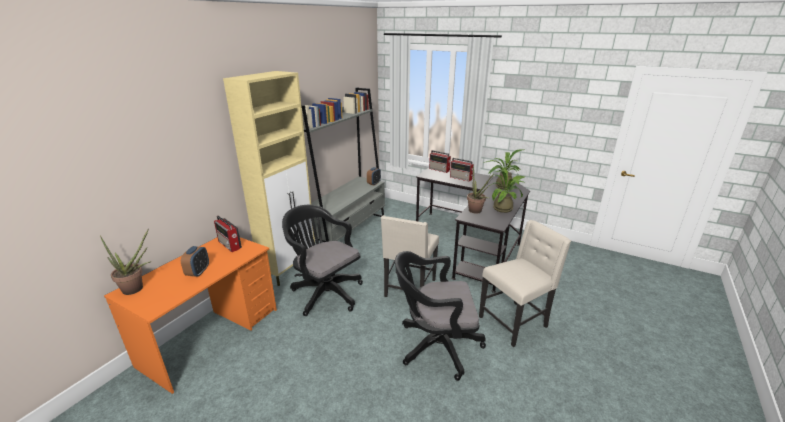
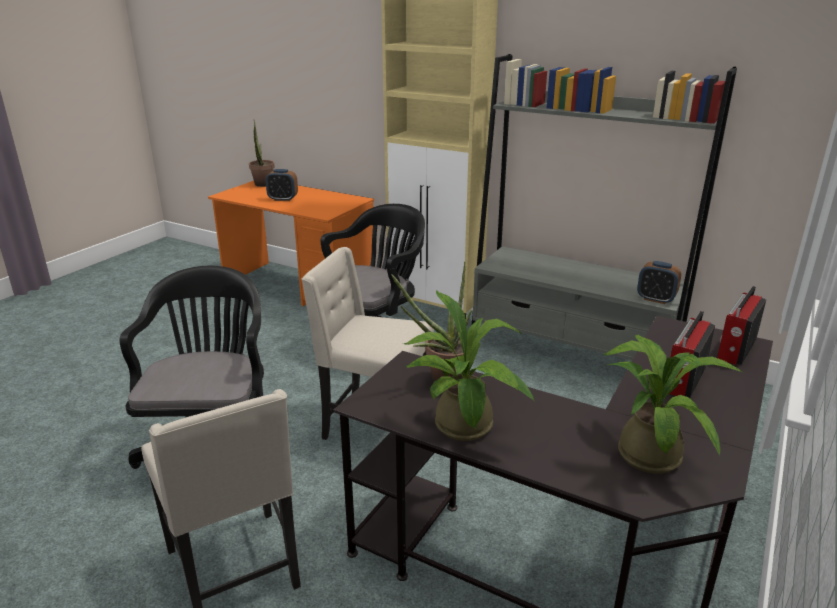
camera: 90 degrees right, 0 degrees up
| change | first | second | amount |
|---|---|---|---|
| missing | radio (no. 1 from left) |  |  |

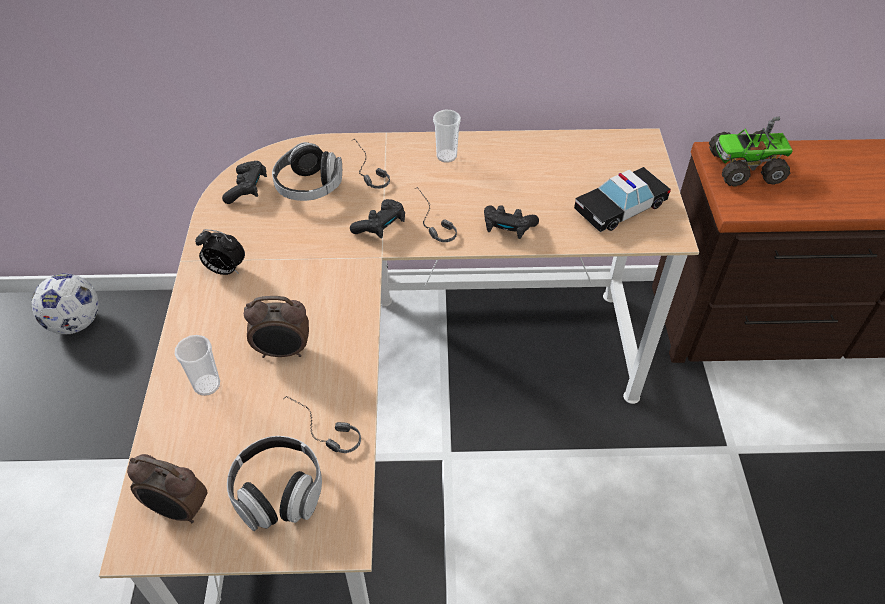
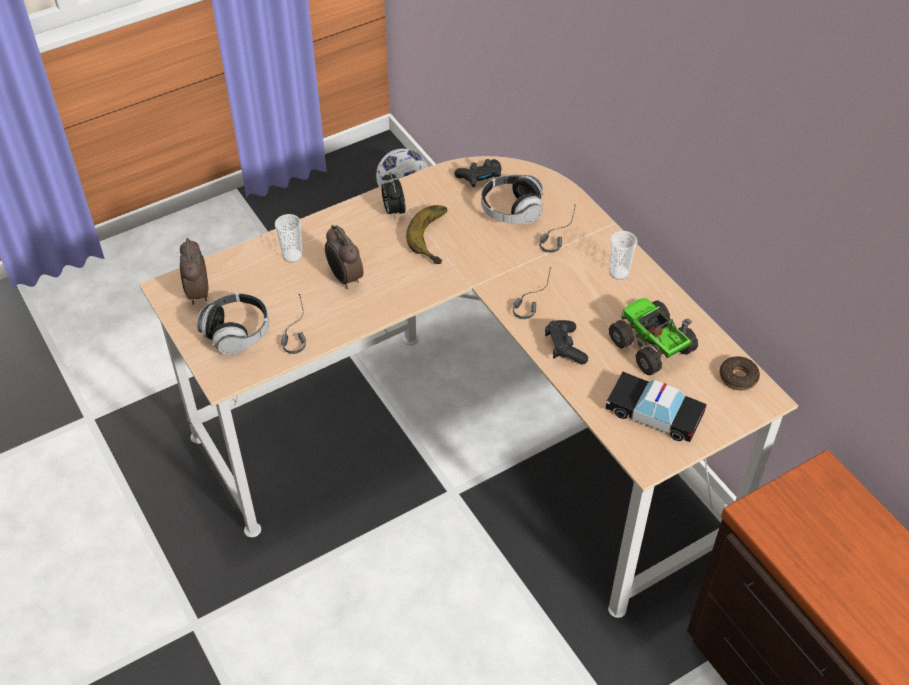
camera: 60 degrees right, 0 degrees up
| change | first | second | amount |
|---|---|---|---|
| relocated | toy truck |  |  |
| missing | game controller in black (no. 2 from left) |  |  |
| appeared |  | banana |  |
| appeared |  | donut |  |

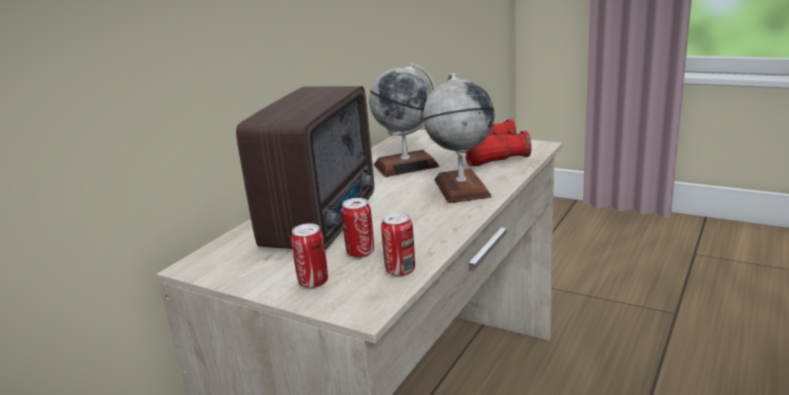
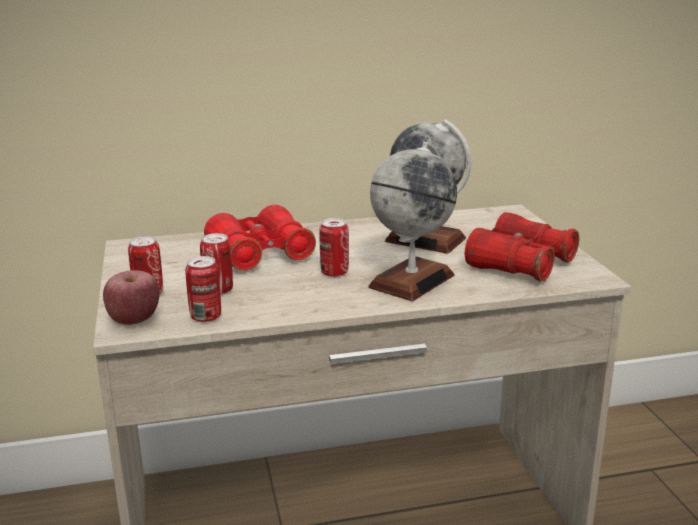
camera: 45 degrees right, 0 degrees up
| change | first | second | amount |
|---|---|---|---|
| exchanged | radio | binoculars in red (no. 1 from left) |  |
| appeared |  | can (no. 4 from left) |  |
| appeared |  | apple |  |

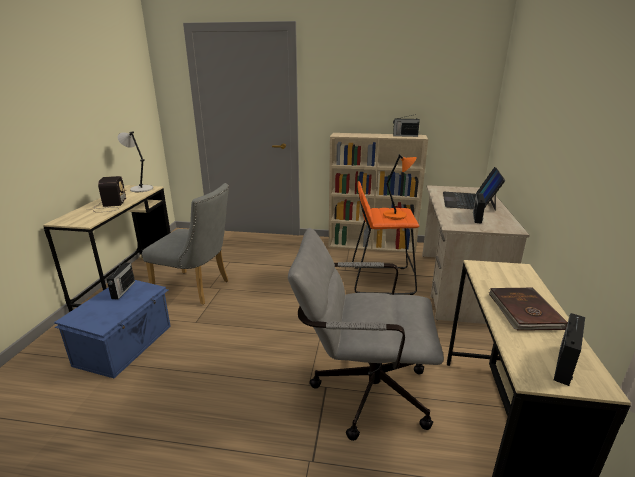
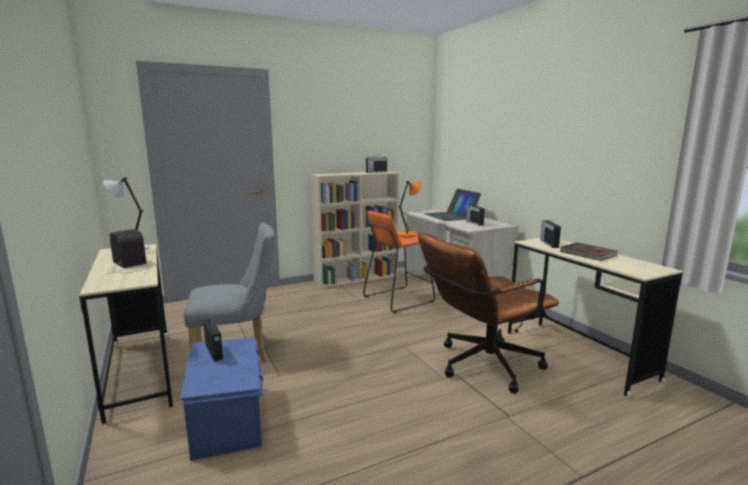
camera: 35 degrees left, 10 degrees down
| change | first | second | amount |
|---|---|---|---|
| colour | office chair in grey | office chair in brown |  |
| relocated | radio (no. 5 from left) |  |  |

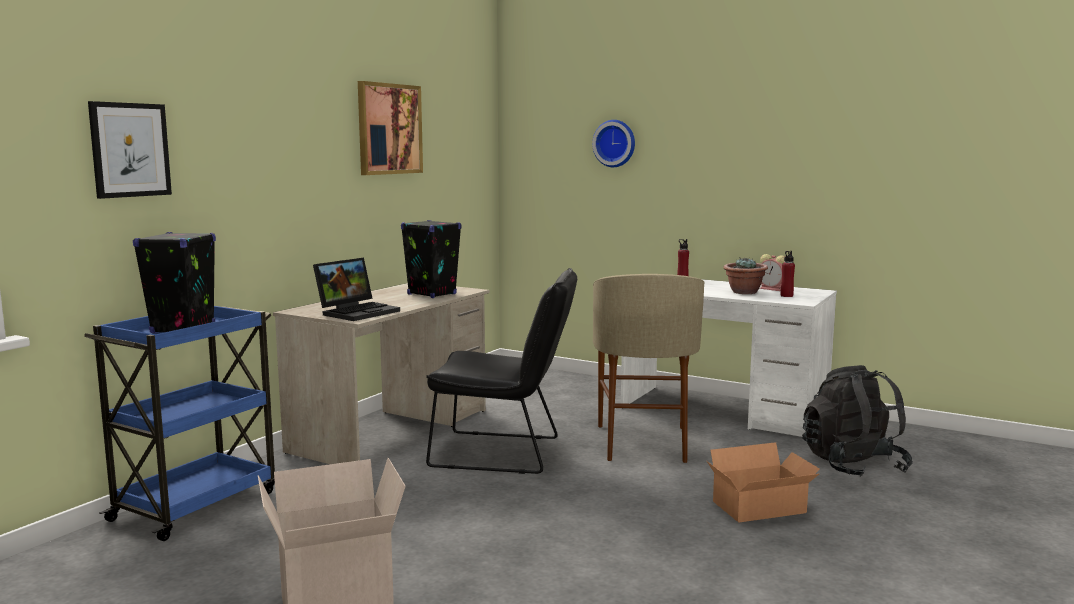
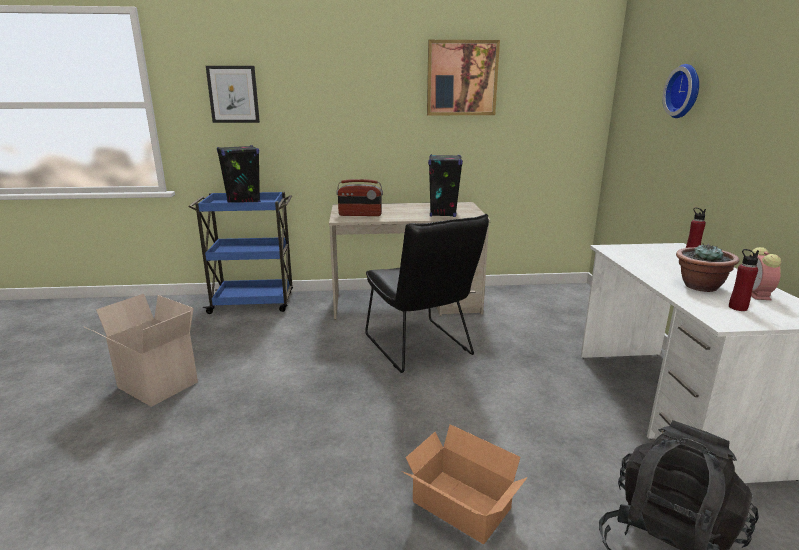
camera: 55 degrees right, 10 degrees up
| change | first | second | amount |
|---|---|---|---|
| exchanged | laptop | radio |  |
| missing | stool in beige |  |  |

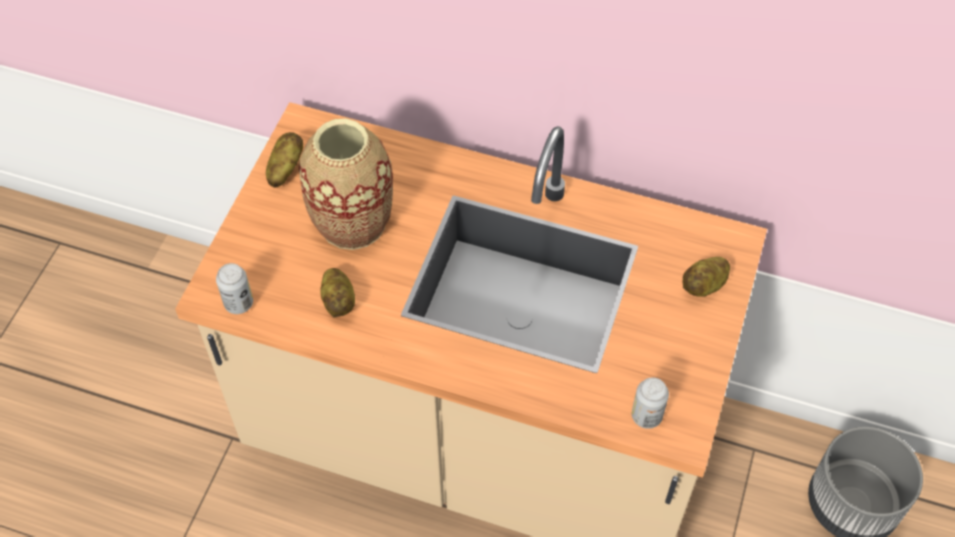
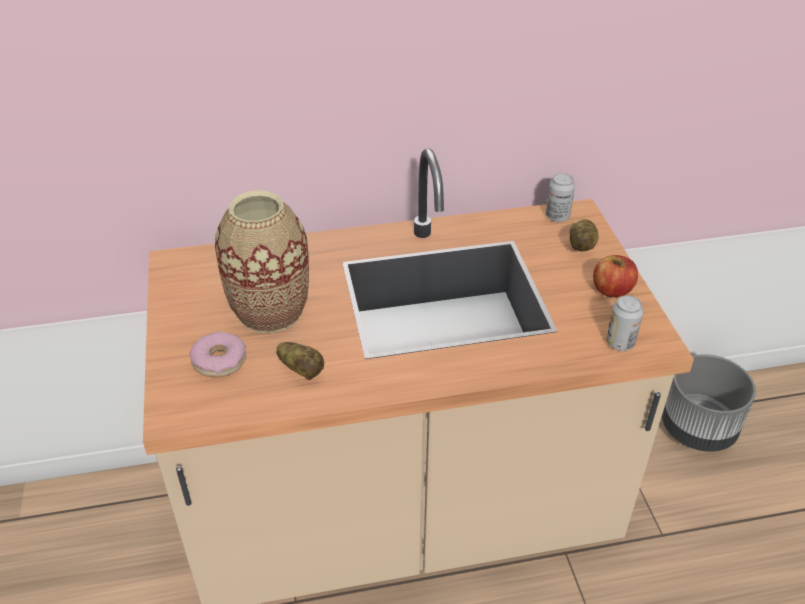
camera: 30 degrees left, 15 degrees down
| change | first | second | amount |
|---|---|---|---|
| missing | potato (no. 1 from left) |  |  |
| relocated | can (no. 1 from left) |  |  |
| appeared |  | apple |  |
| appeared |  | donut |  |

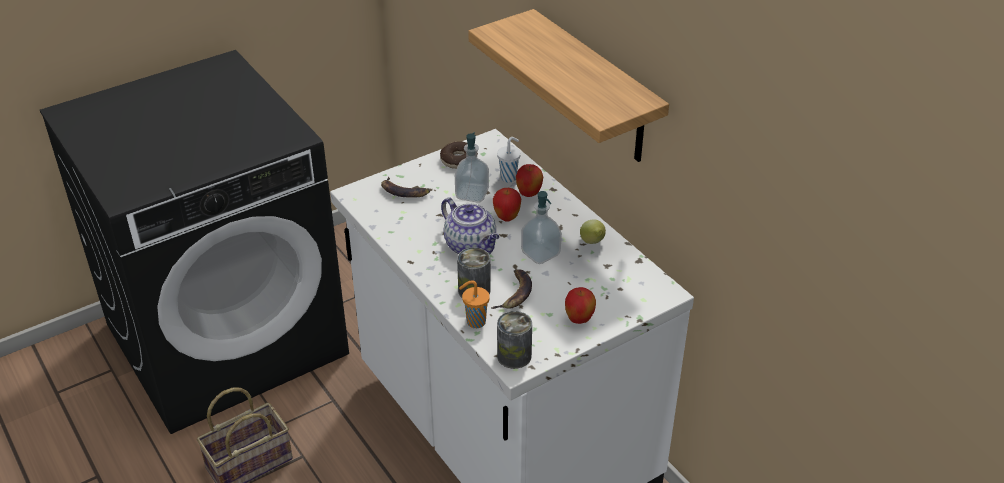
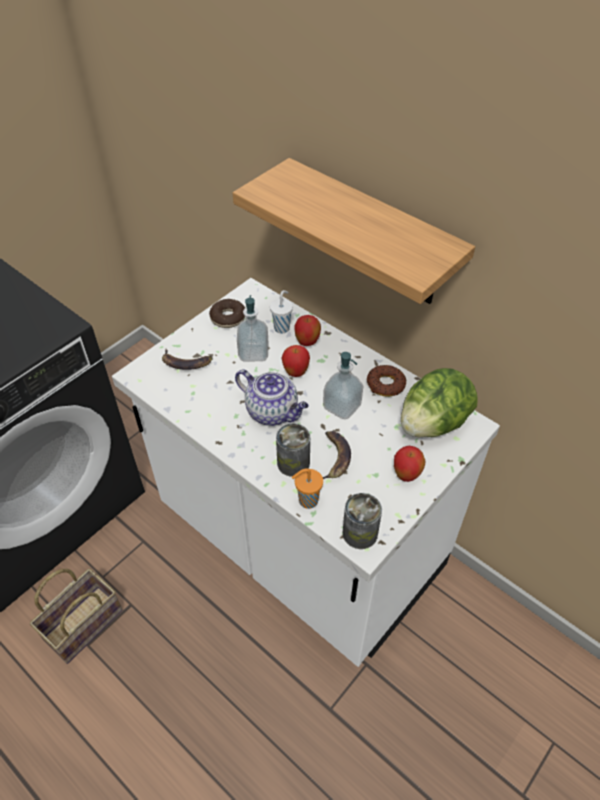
camera: 15 degrees left, 10 degrees up
| change | first | second | amount |
|---|---|---|---|
| exchanged | lemon | donut (no. 2 from left) |  |
| appeared |  | lettuce |  |

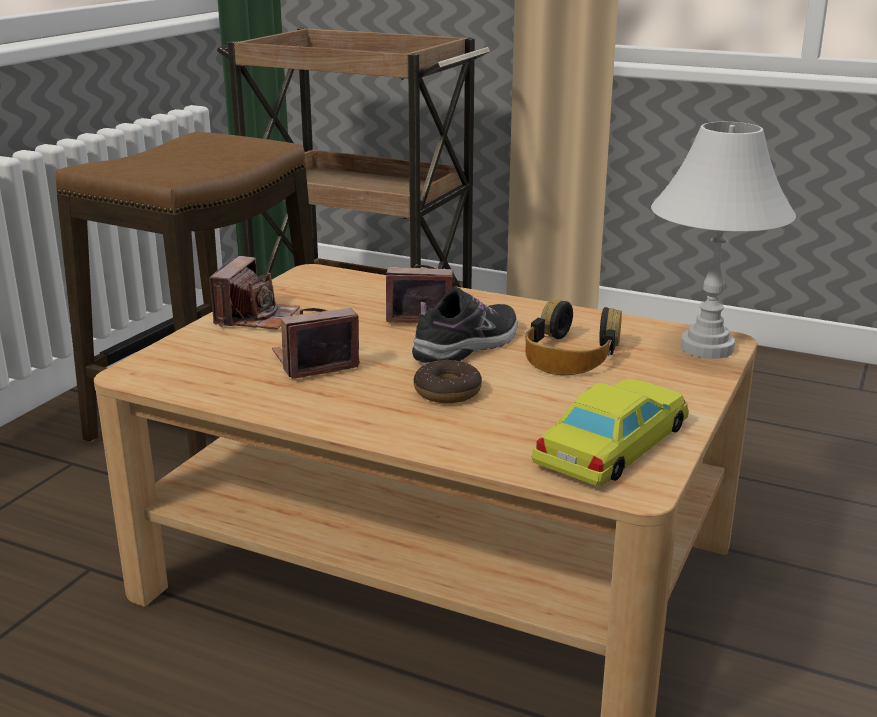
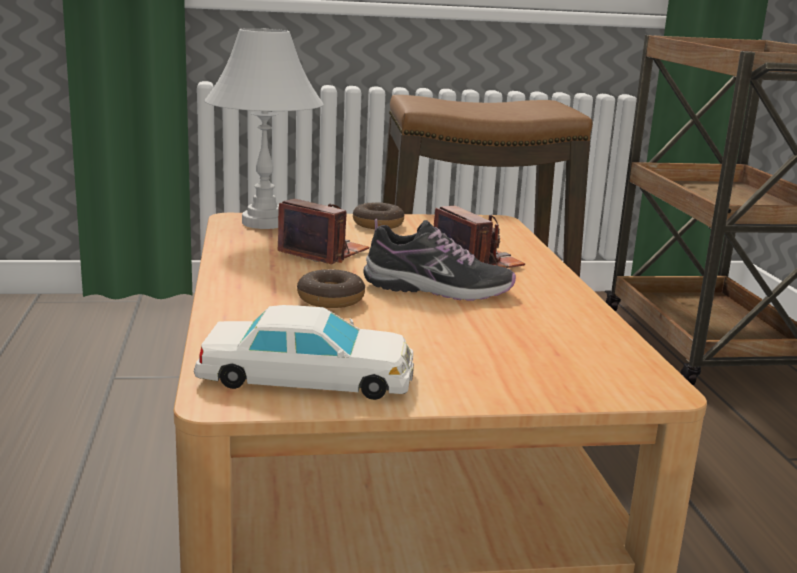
camera: 55 degrees right, 5 degrees down
| change | first | second | amount |
|---|---|---|---|
| relocated | table lamp in white |  |  |
| exchanged | photo camera (no. 1 from left) | donut (no. 2 from left) |  |
| missing | headphones |  |  |
| colour | toy car in yellow | toy car in white |  |

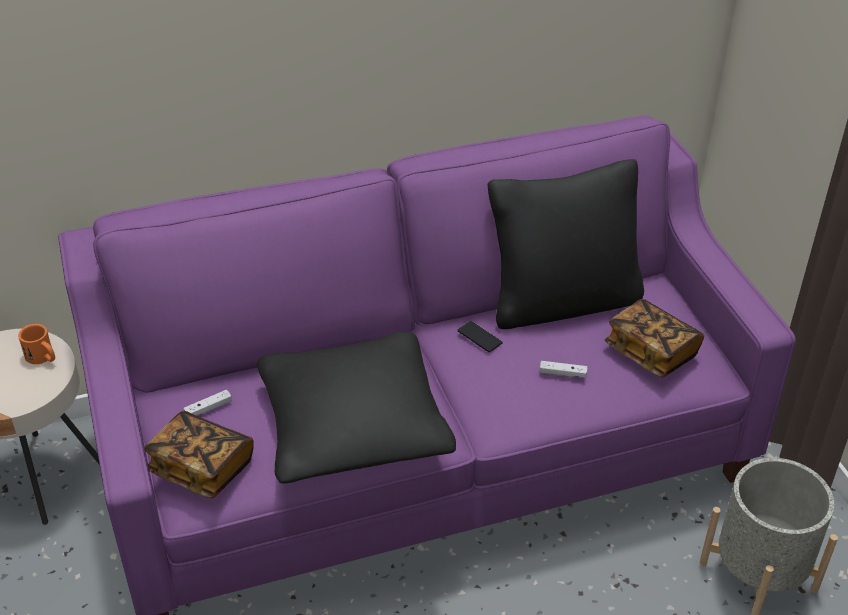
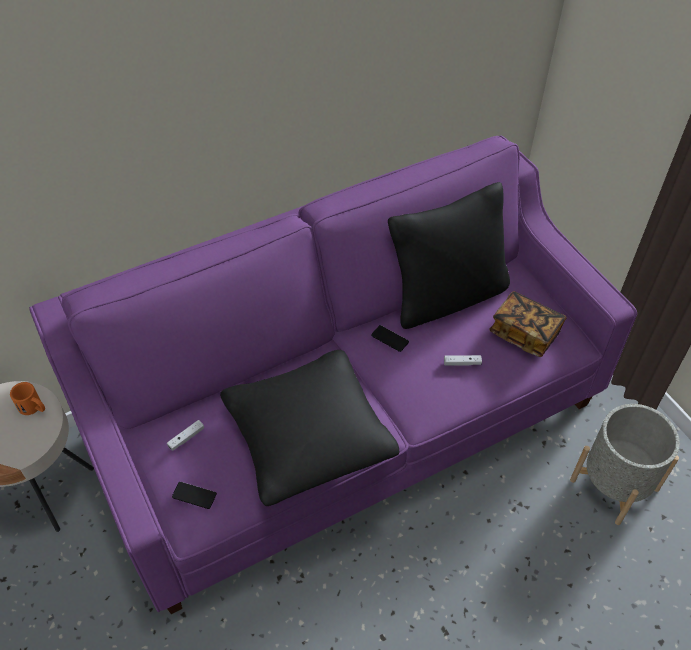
camera: 10 degrees left, 10 degrees up
| change | first | second | amount |
|---|---|---|---|
| exchanged | book (no. 1 from left) | phone (no. 1 from left) |  |

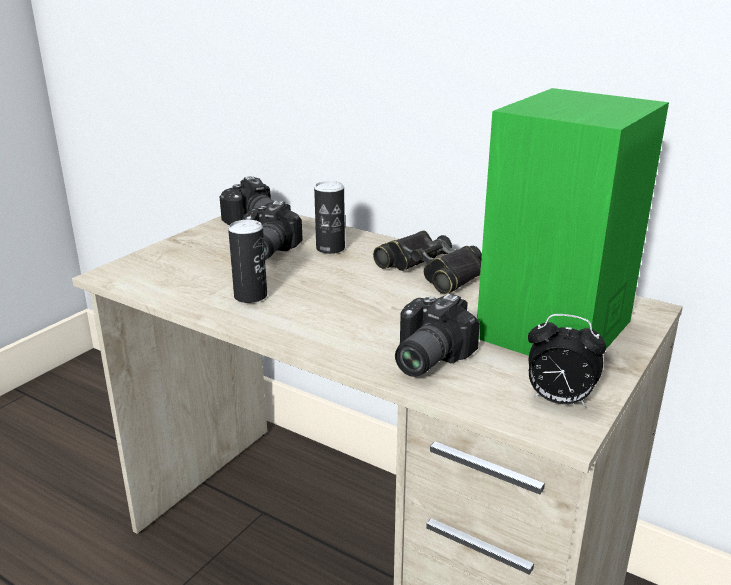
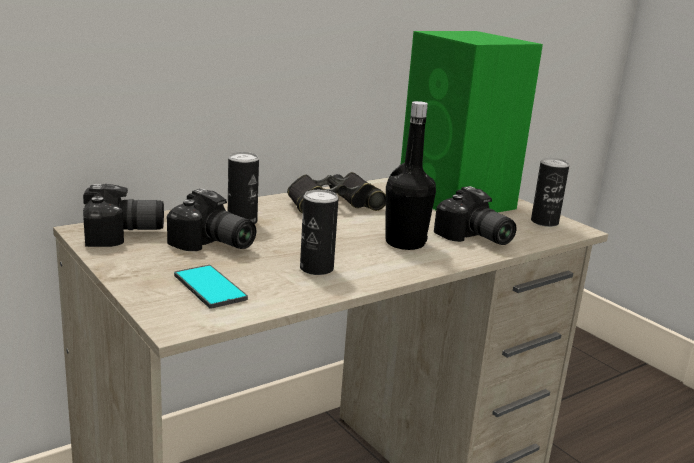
camera: 70 degrees left, 5 degrees down
| change | first | second | amount |
|---|---|---|---|
| exchanged | alarm clock | can (no. 3 from left) |  |
| appeared |  | bottle in black |  |
| appeared |  | phone |  |

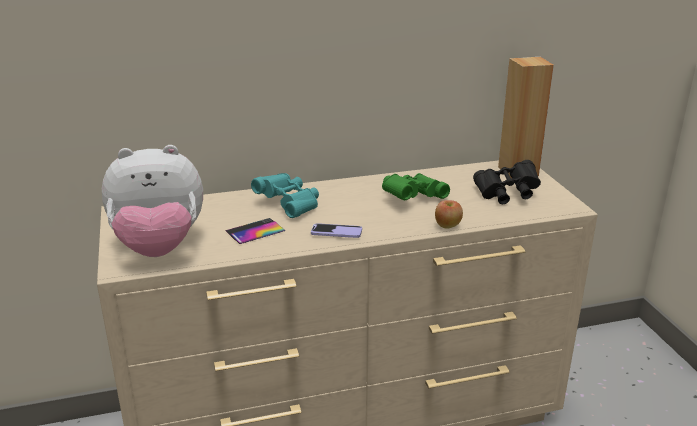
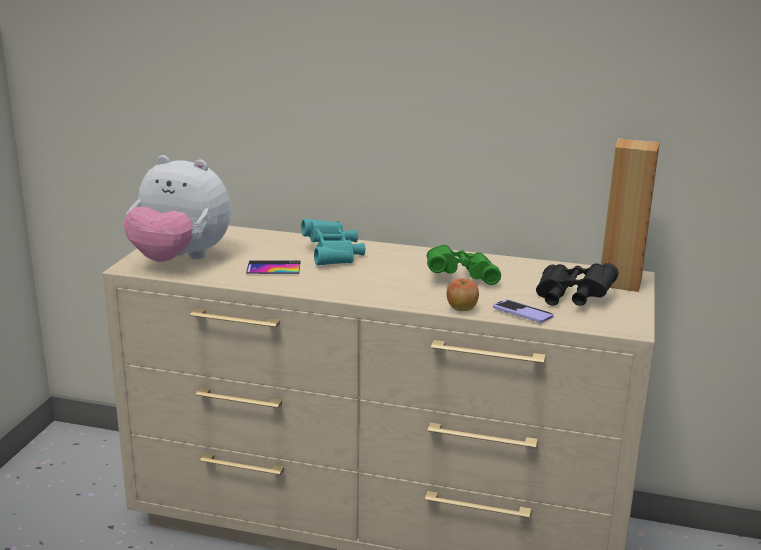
camera: 30 degrees right, 5 degrees down
| change | first | second | amount |
|---|---|---|---|
| relocated | phone (no. 2 from left) |  |  |

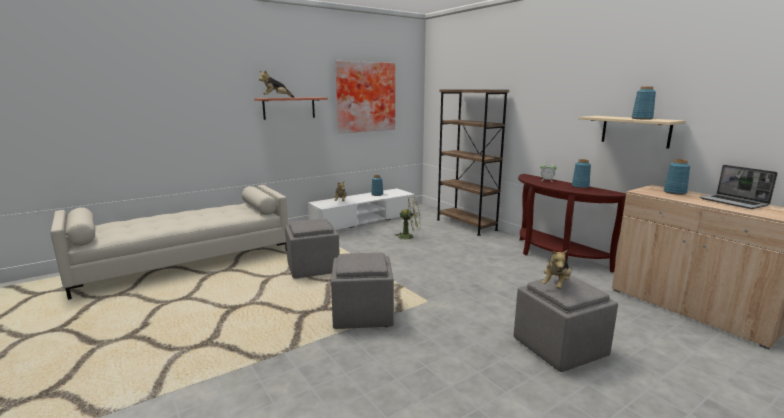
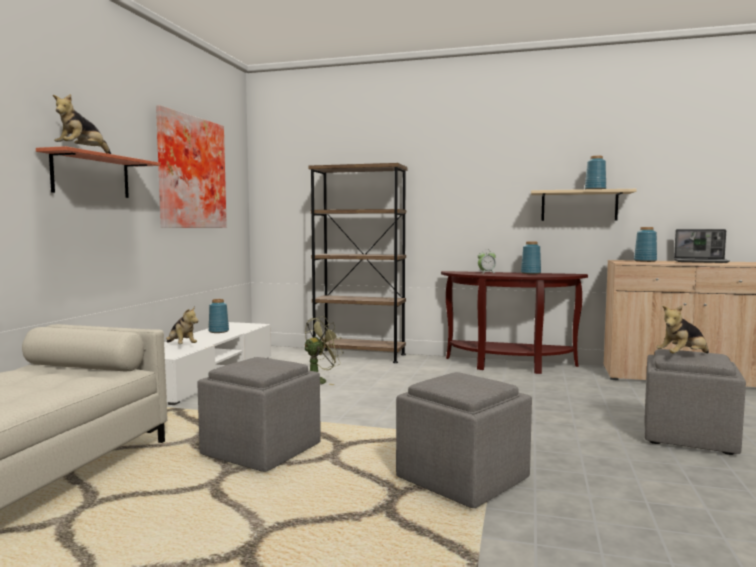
camera: 40 degrees left, 10 degrees down
| change | first | second | amount |
|---|---|---|---|
| spun | plush toy (no. 3 from left) |  | 75 degrees clockwise |

